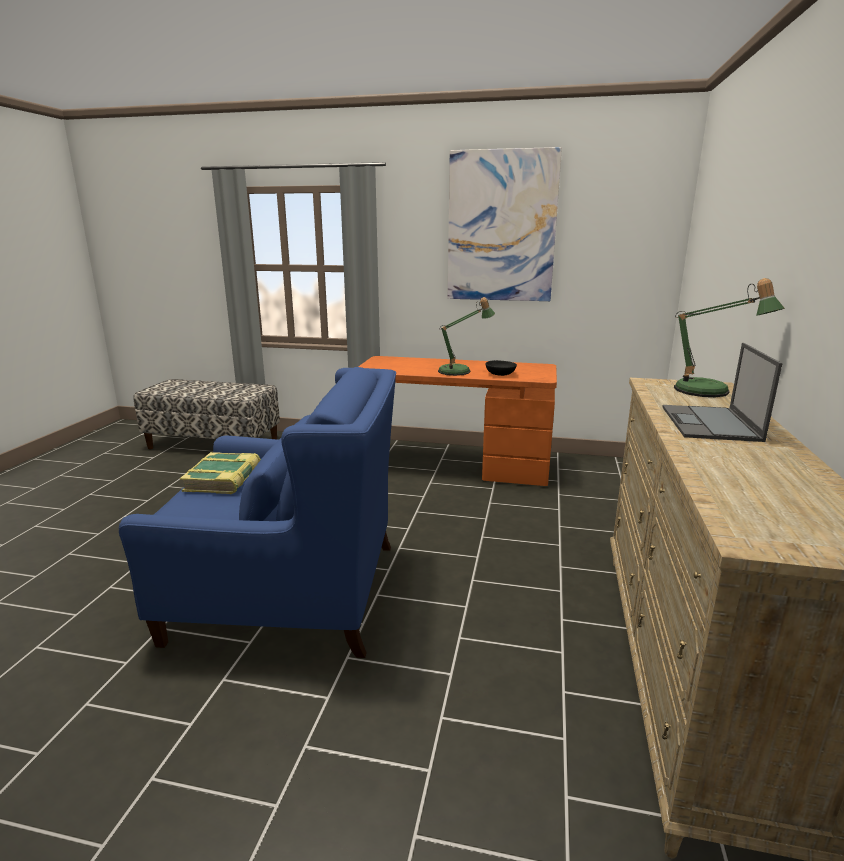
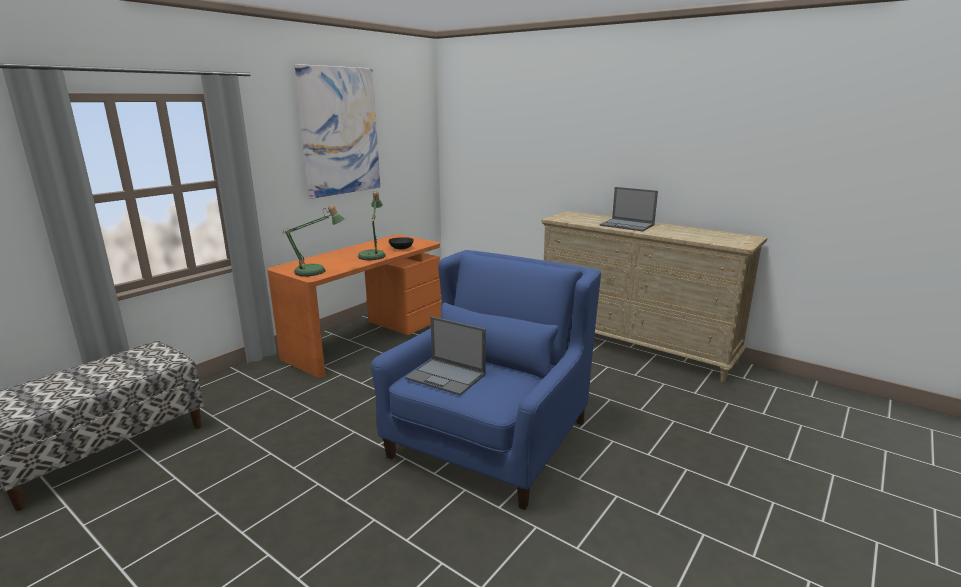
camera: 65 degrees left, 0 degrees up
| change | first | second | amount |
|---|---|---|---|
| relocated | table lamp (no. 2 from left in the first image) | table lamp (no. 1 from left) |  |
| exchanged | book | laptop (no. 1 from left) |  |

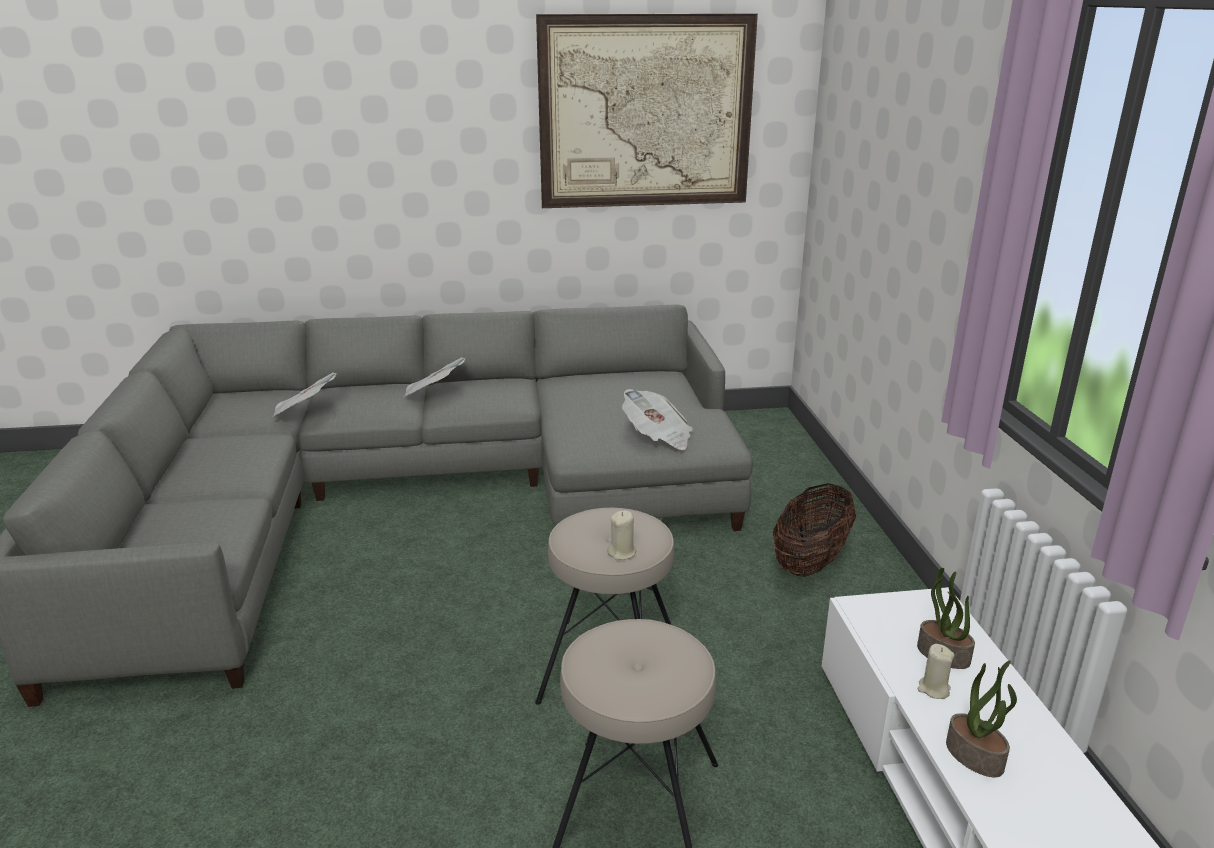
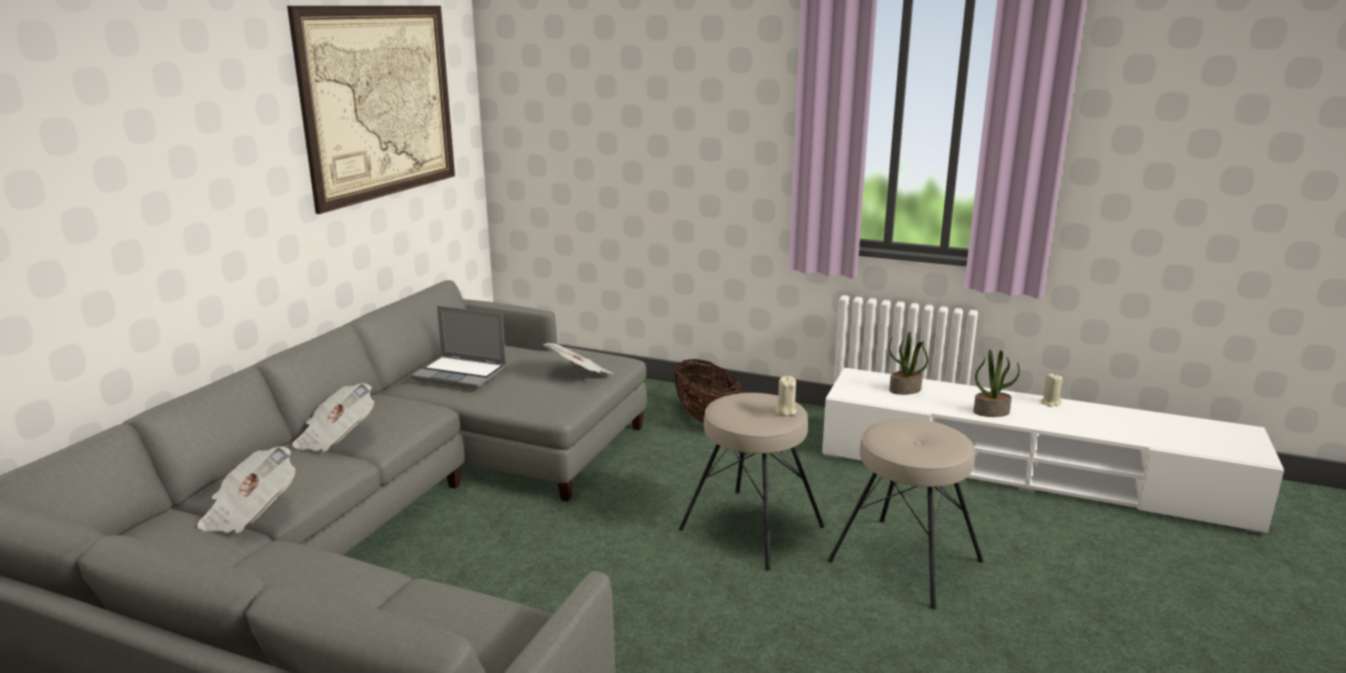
camera: 60 degrees left, 5 degrees down
| change | first | second | amount |
|---|---|---|---|
| relocated | candle in beige (no. 2 from left) |  |  |
| appeared |  | laptop |  |

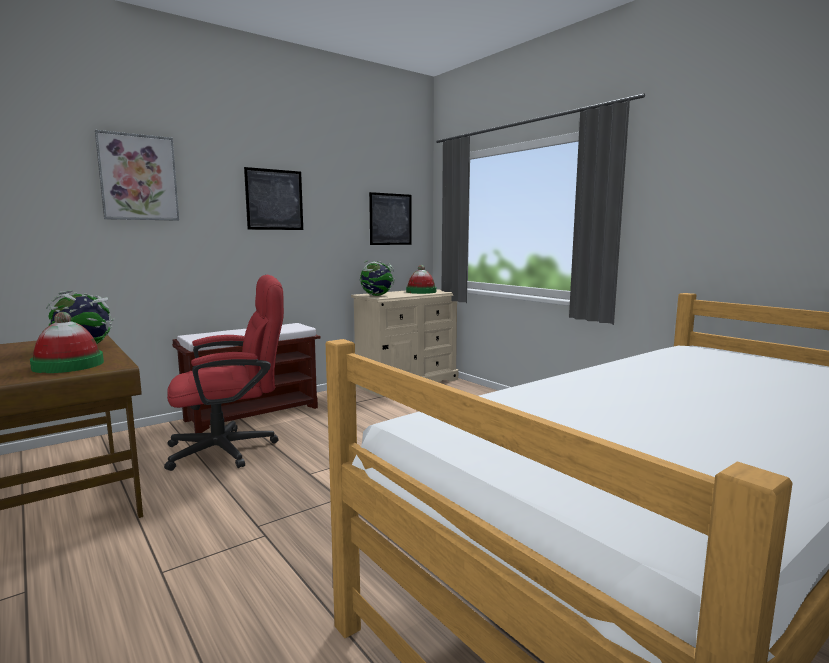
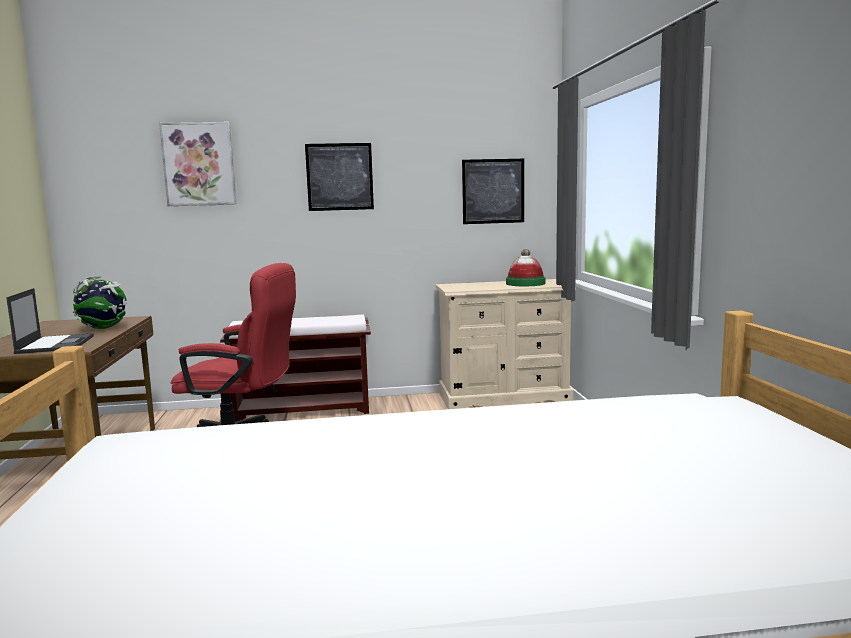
camera: 30 degrees right, 0 degrees up
| change | first | second | amount |
|---|---|---|---|
| missing | globe (no. 2 from left) |  |  |
| exchanged | hat (no. 1 from left) | laptop |  |

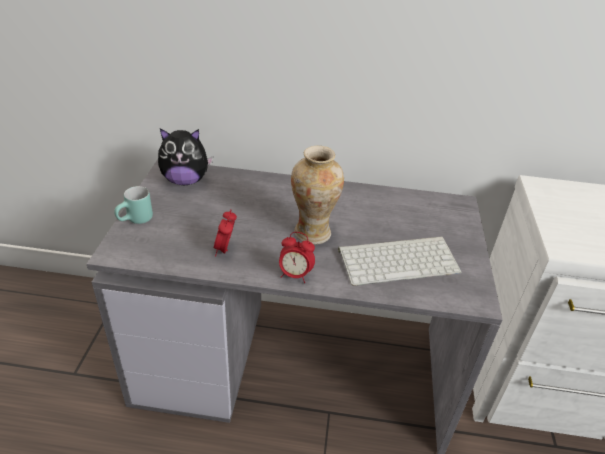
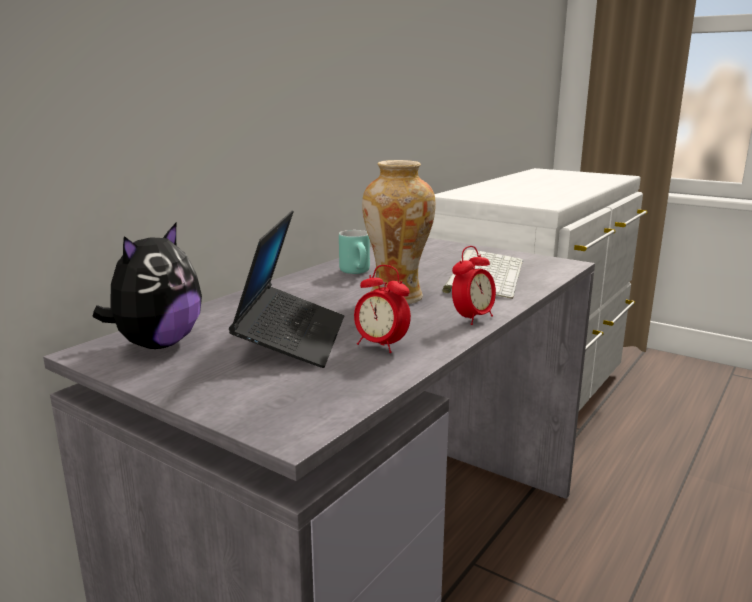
camera: 60 degrees left, 20 degrees down
| change | first | second | amount |
|---|---|---|---|
| relocated | mug in turquoise |  |  |
| appeared |  | laptop |  |

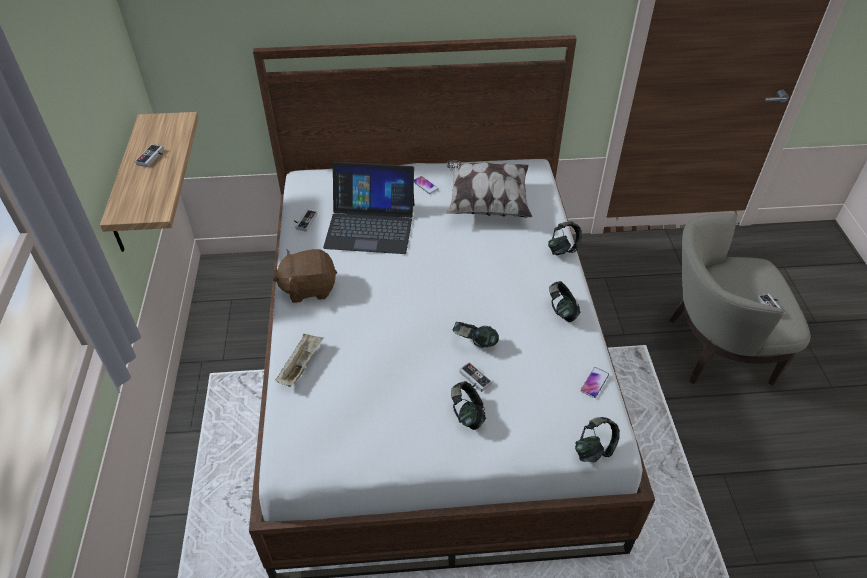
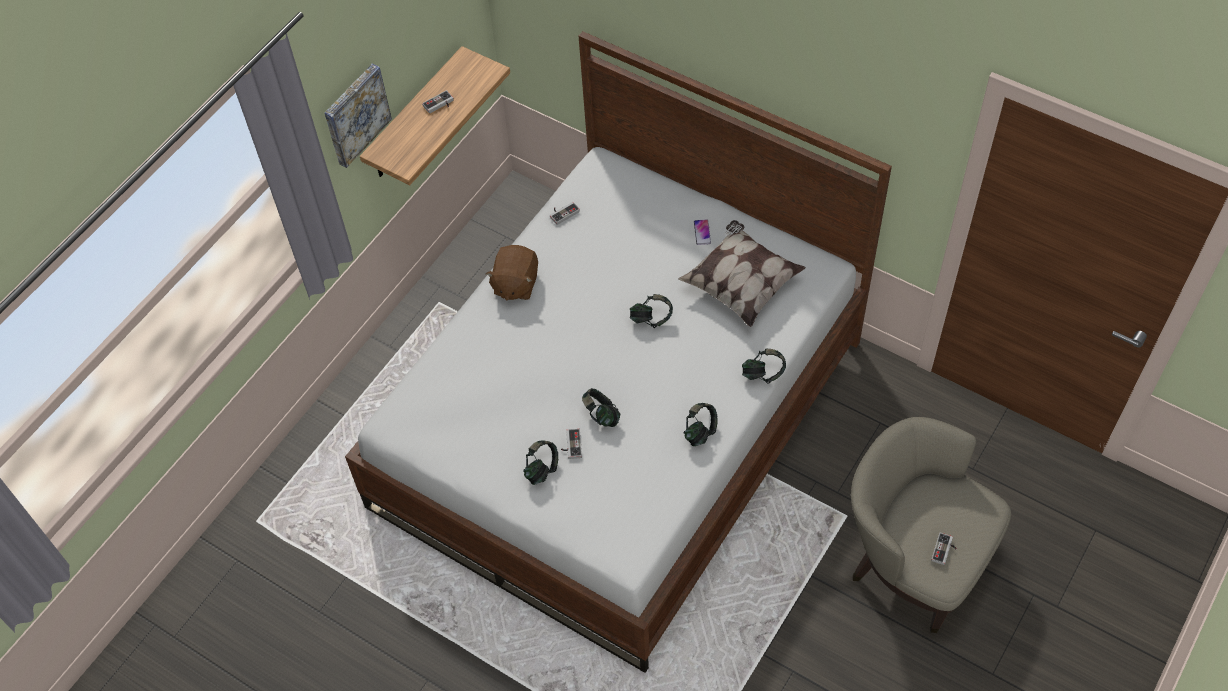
camera: 40 degrees right, 10 degrees up
| change | first | second | amount |
|---|---|---|---|
| missing | laptop |  |  |
| spun | plush toy in brown |  | 105 degrees counterclockwise |
| missing | tray in beige |  |  |
| missing | phone (no. 2 from left) |  |  |
| relocated | headphones (no. 5 from left in the first image) | headphones (no. 3 from left) |  |
| appeared |  | picture |  |

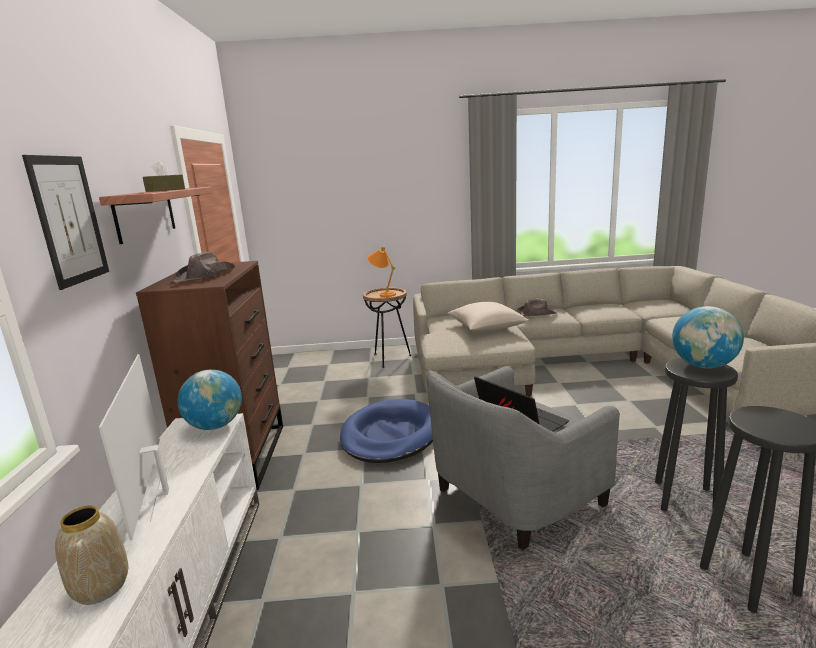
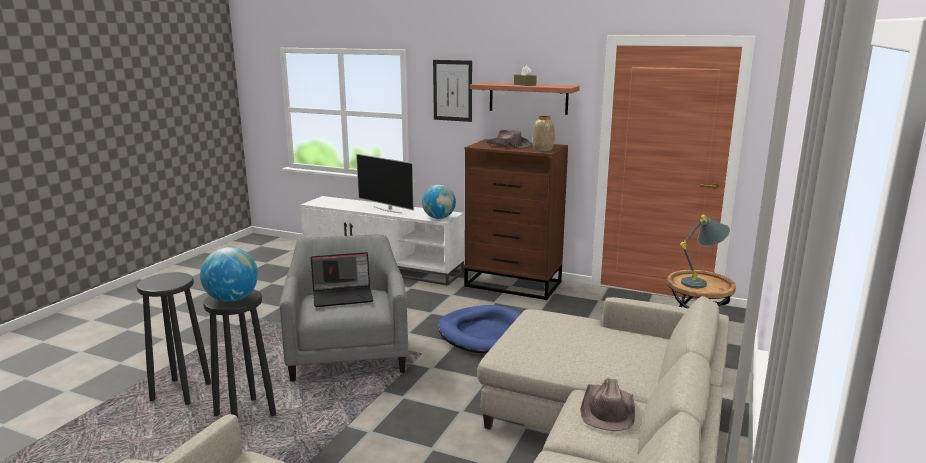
camera: 115 degrees right, 0 degrees up
| change | first | second | amount |
|---|---|---|---|
| colour | table lamp in orange | table lamp in grey |  |
| missing | pillow in beige |  |  |
| spun | television |  | 150 degrees counterclockwise |
| relocated | vase |  |  |

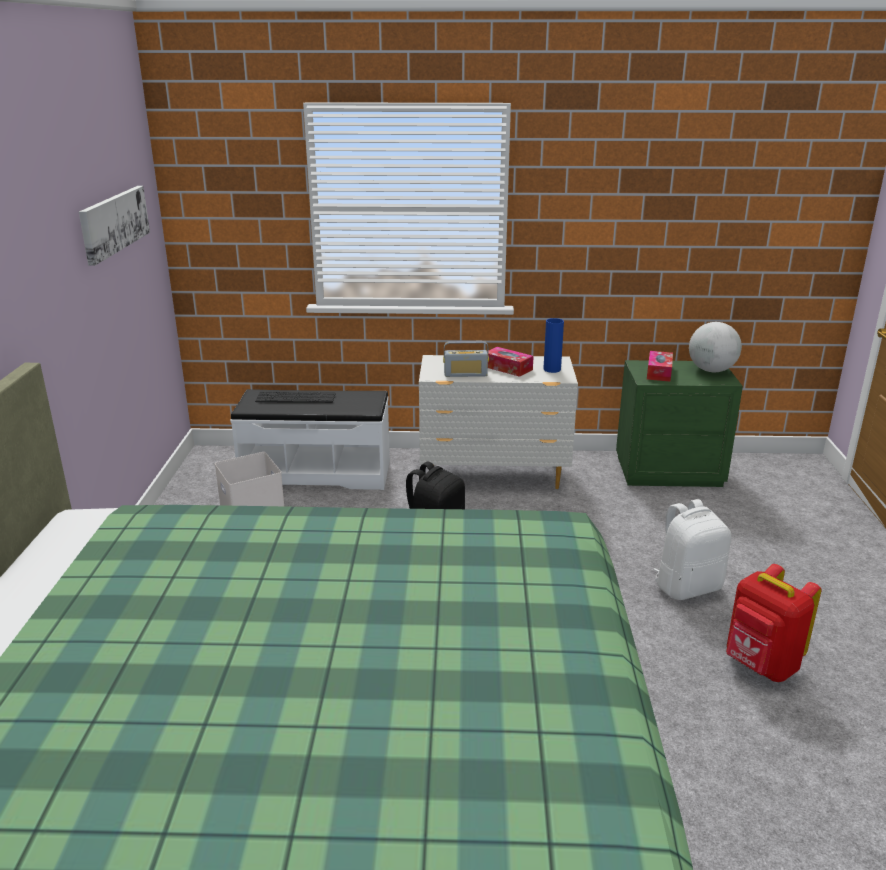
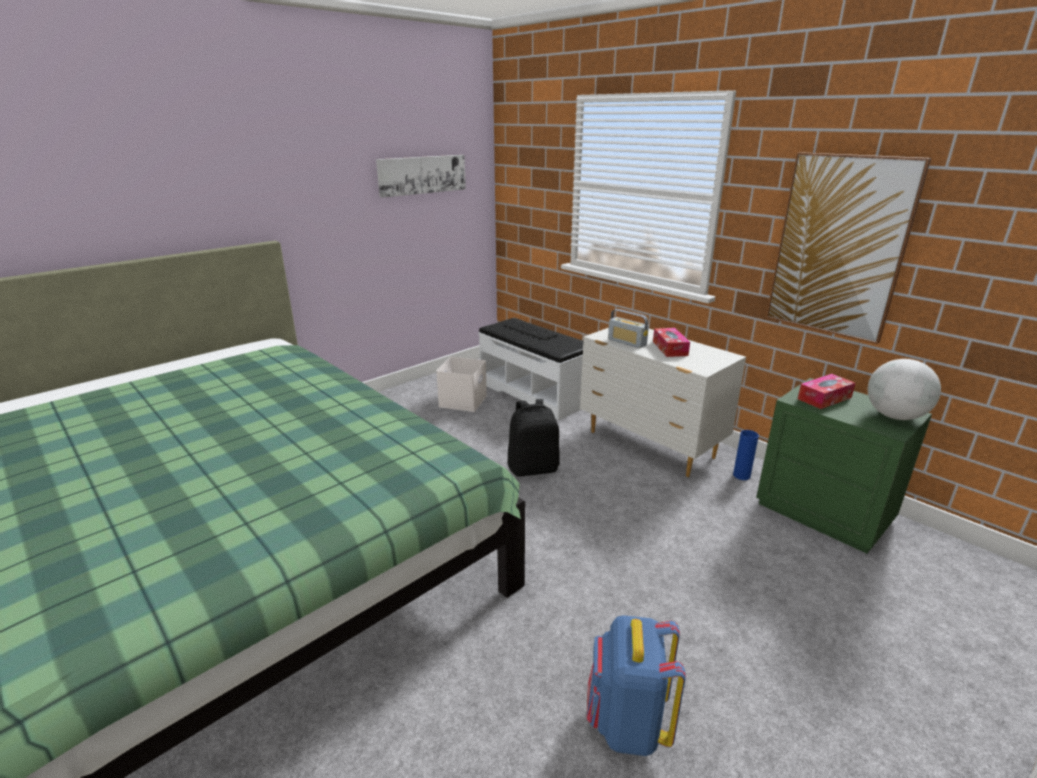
camera: 45 degrees right, 0 degrees up
| change | first | second | amount |
|---|---|---|---|
| relocated | vase in blue |  |  |
| missing | backpack in white |  |  |
| colour | backpack in red | backpack in blue |  |
| appeared |  | picture (no. 2 from left) |  |

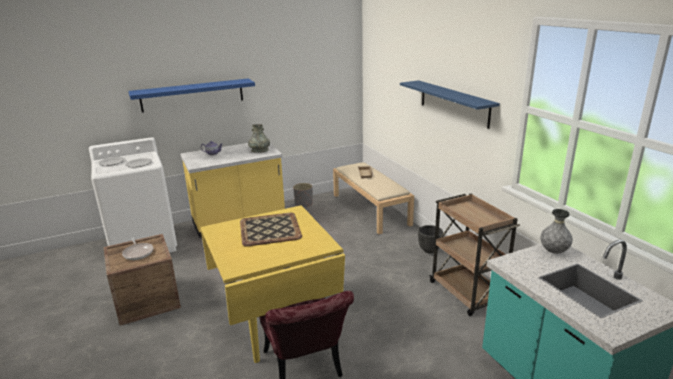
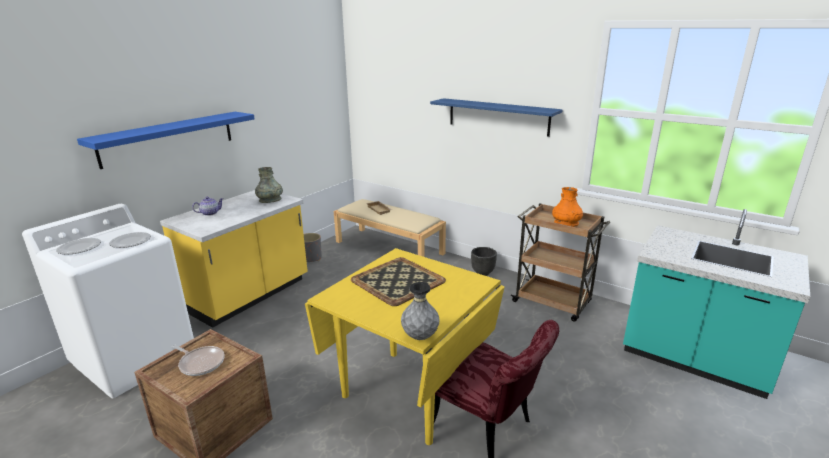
camera: 30 degrees left, 0 degrees up
| change | first | second | amount |
|---|---|---|---|
| relocated | vase in grey (no. 2 from left) |  |  |
| appeared |  | vase in orange |  |

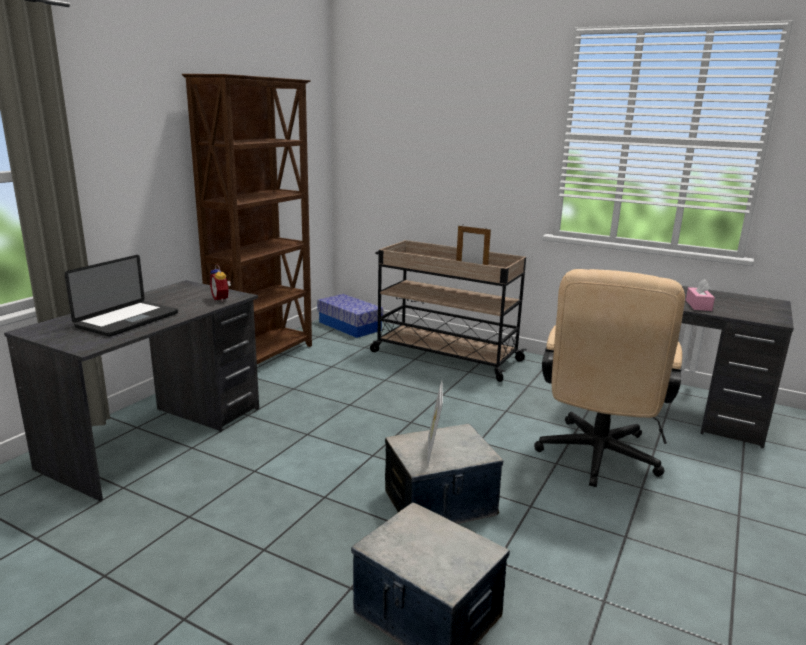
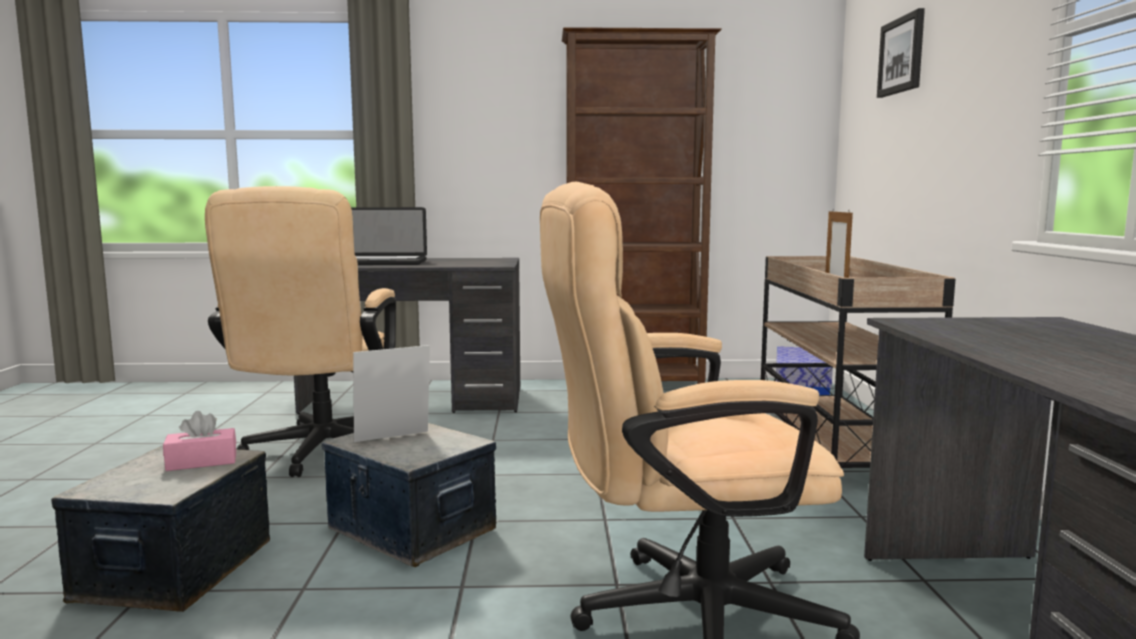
camera: 60 degrees right, 10 degrees down
| change | first | second | amount |
|---|---|---|---|
| missing | alarm clock |  |  |
| relocated | tissue box in pink |  |  |
| appeared |  | picture |  |
| appeared |  | office chair in beige (no. 1 from left) |  |

